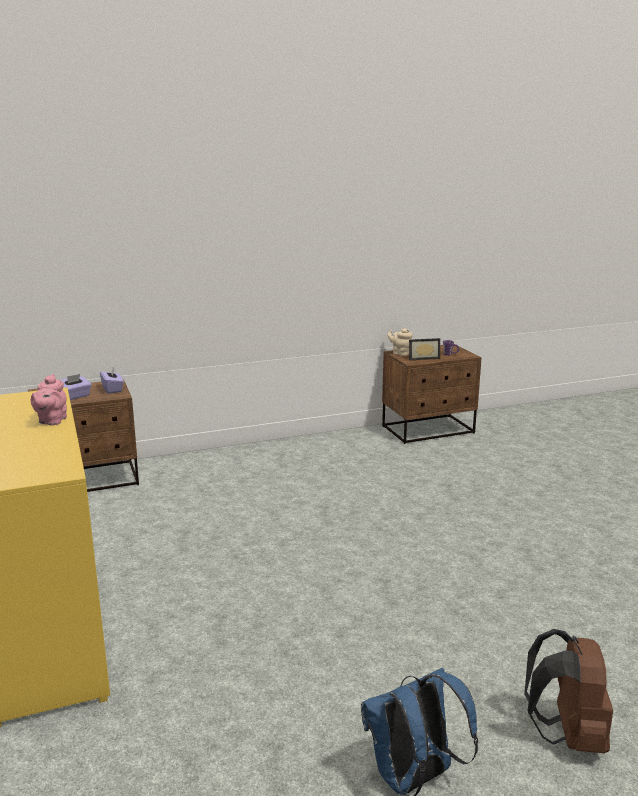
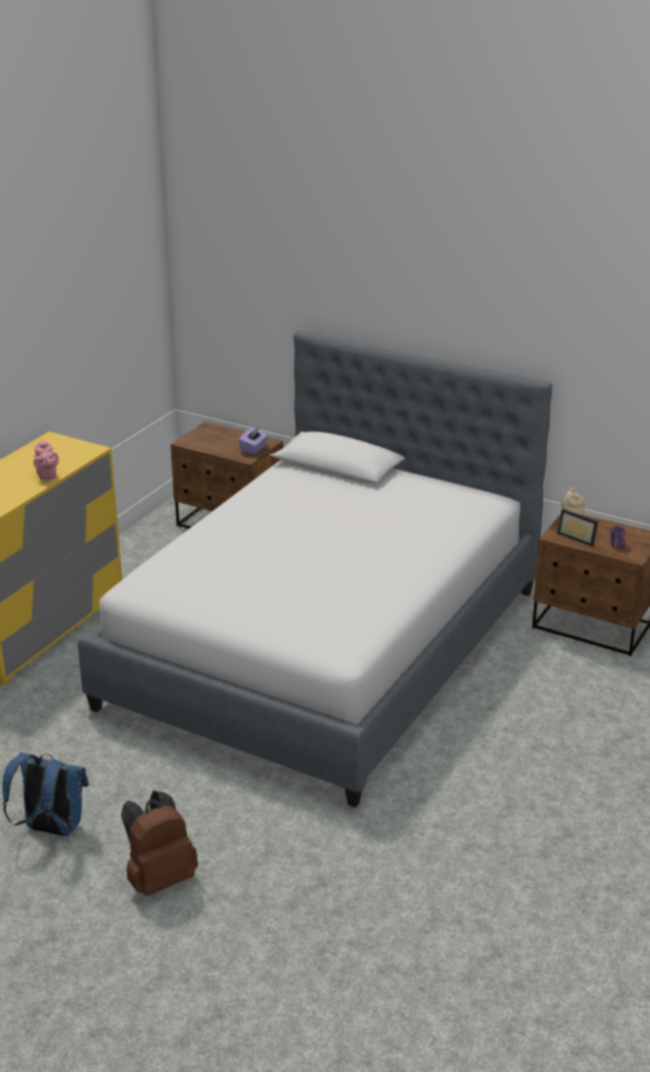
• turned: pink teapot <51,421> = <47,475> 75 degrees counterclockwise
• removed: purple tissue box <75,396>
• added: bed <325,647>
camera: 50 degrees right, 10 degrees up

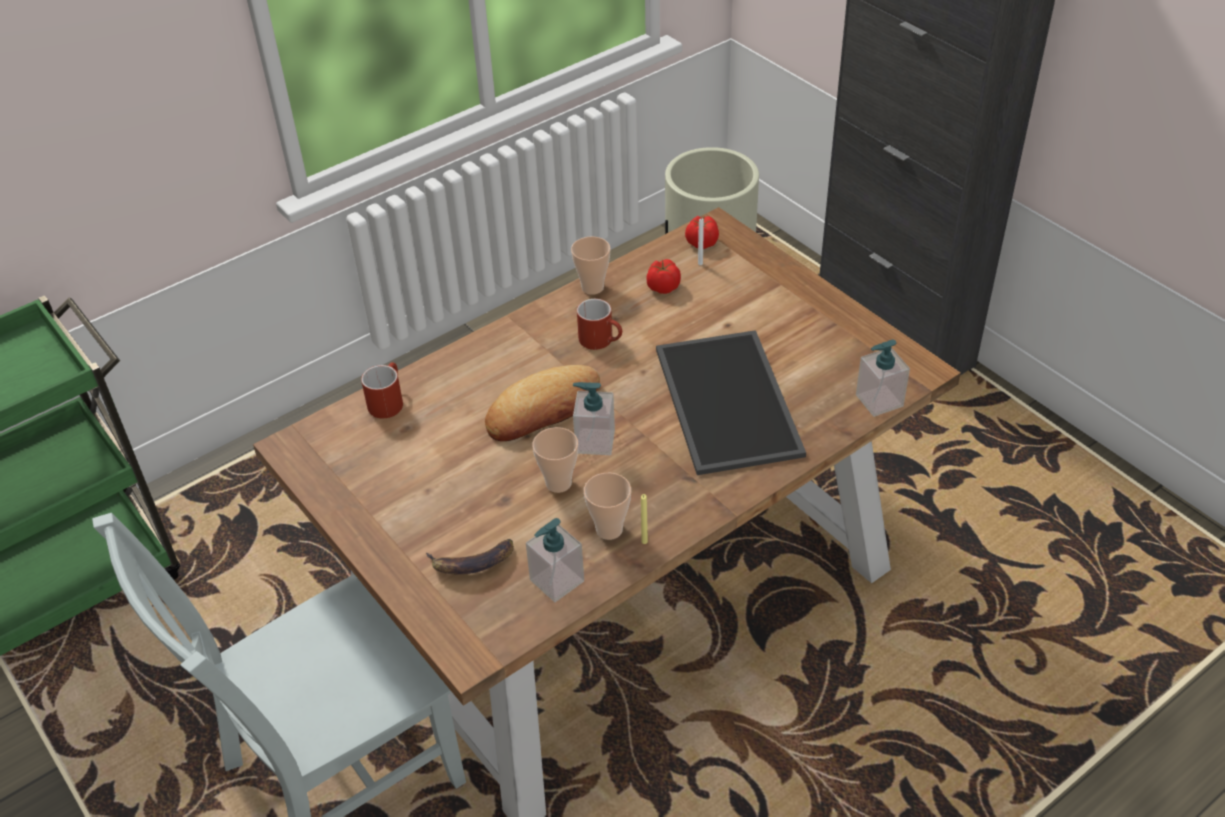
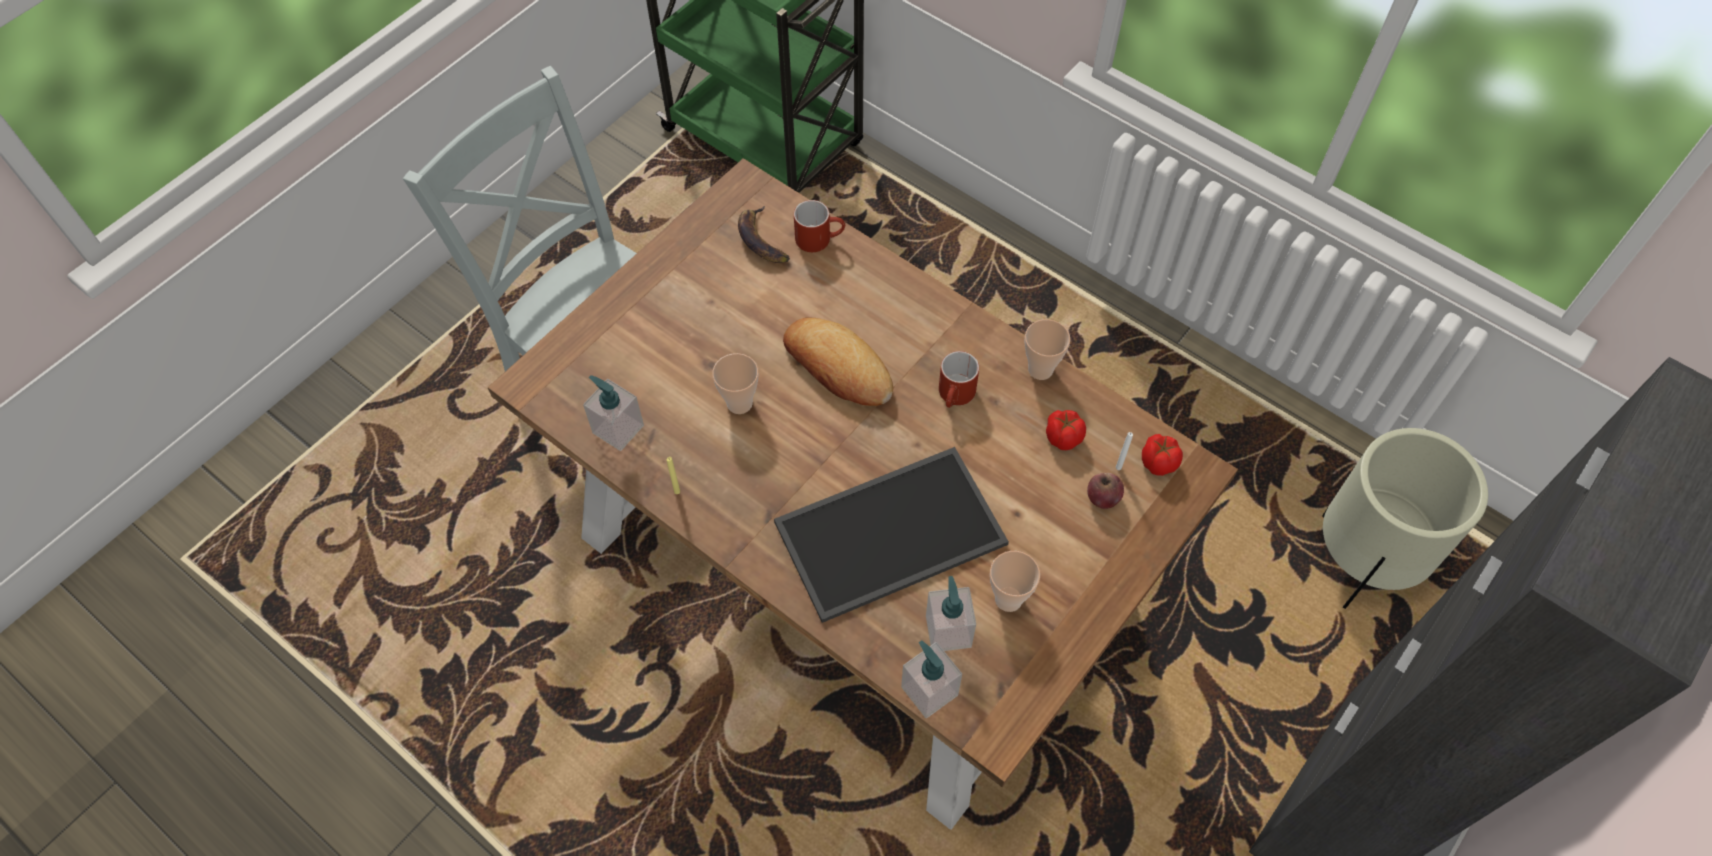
• moved: soap dispenser <595,442> to <948,631>
• moved: cup <609,529> to <1008,599>
• moved: banana <472,563> to <761,240>
• added: apple <1102,498>
camera: 75 degrees right, 15 degrees up

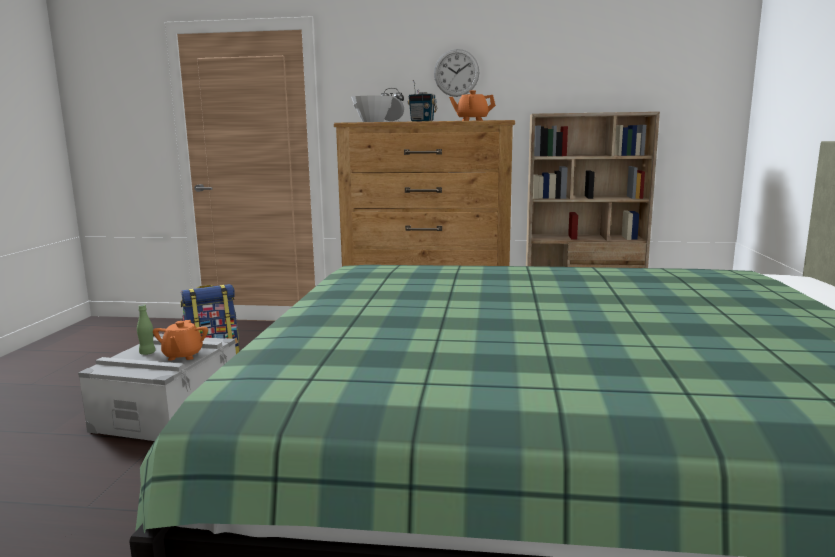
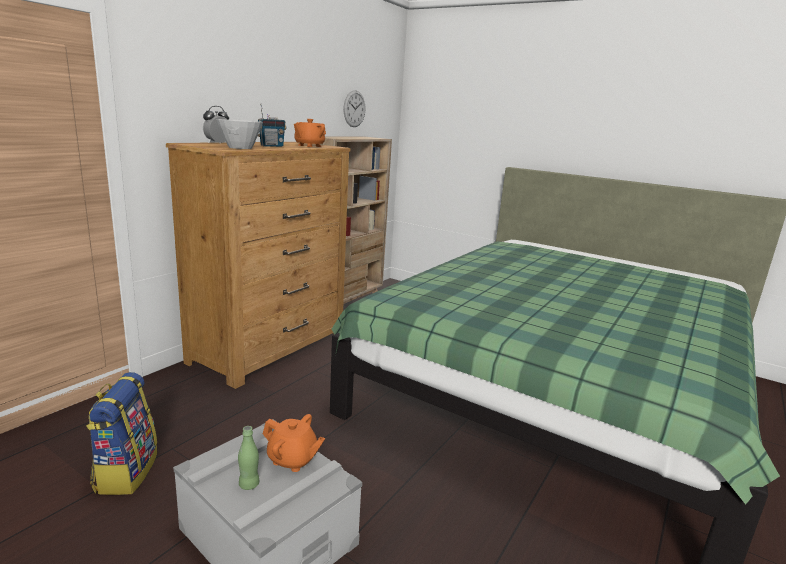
• moved: wall clock <456,73> to <354,108>
camera: 65 degrees left, 5 degrees up

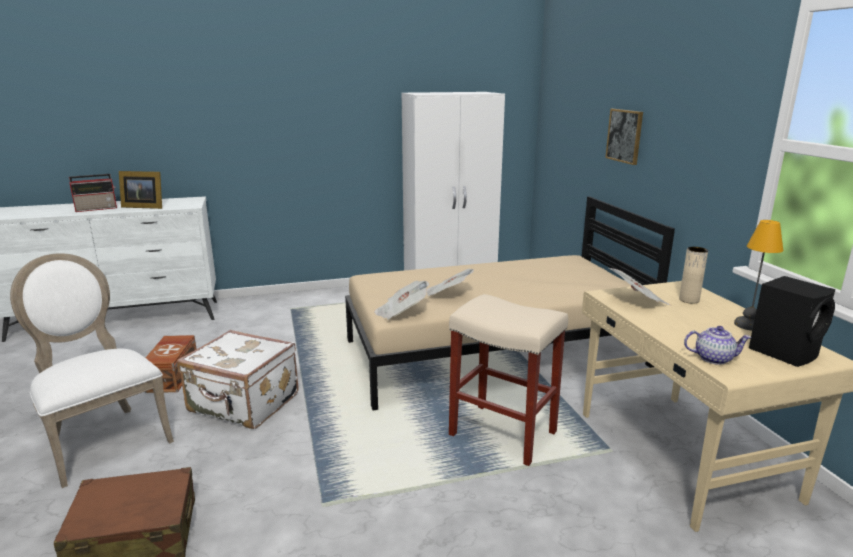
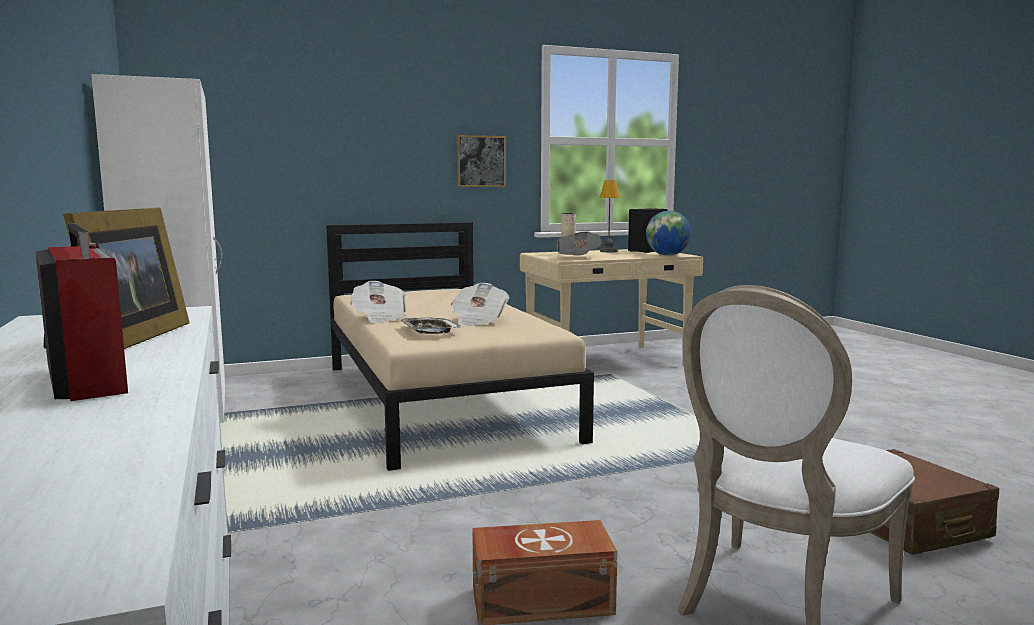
• moved: picture <624,136> to <481,161>
• moved: newspaper <401,313> to <379,318>
• removed: beige stool <501,433>
• replaced: teapot <713,358> to globe <667,255>
• removed: white suitcase <243,404>
• added: tray <428,330>
camera: 95 degrees left, 10 degrees down

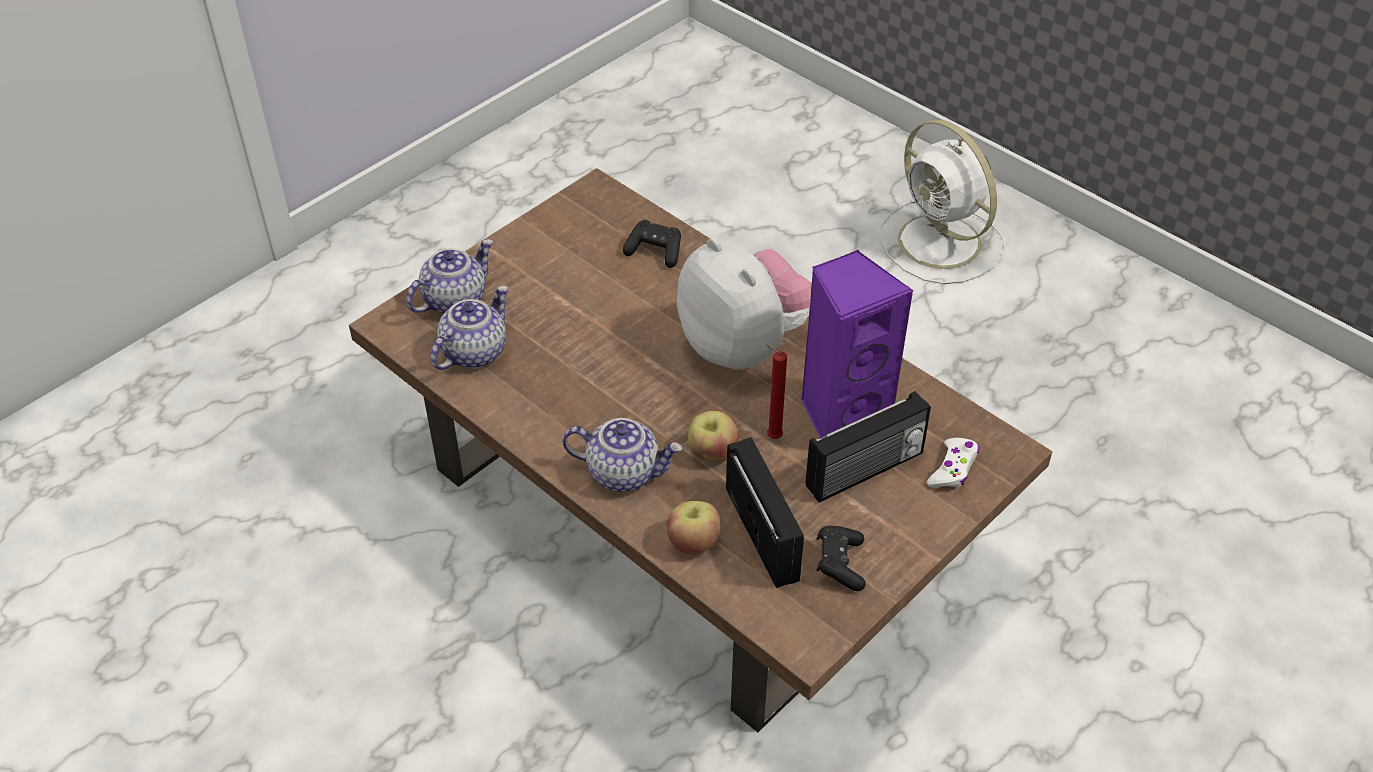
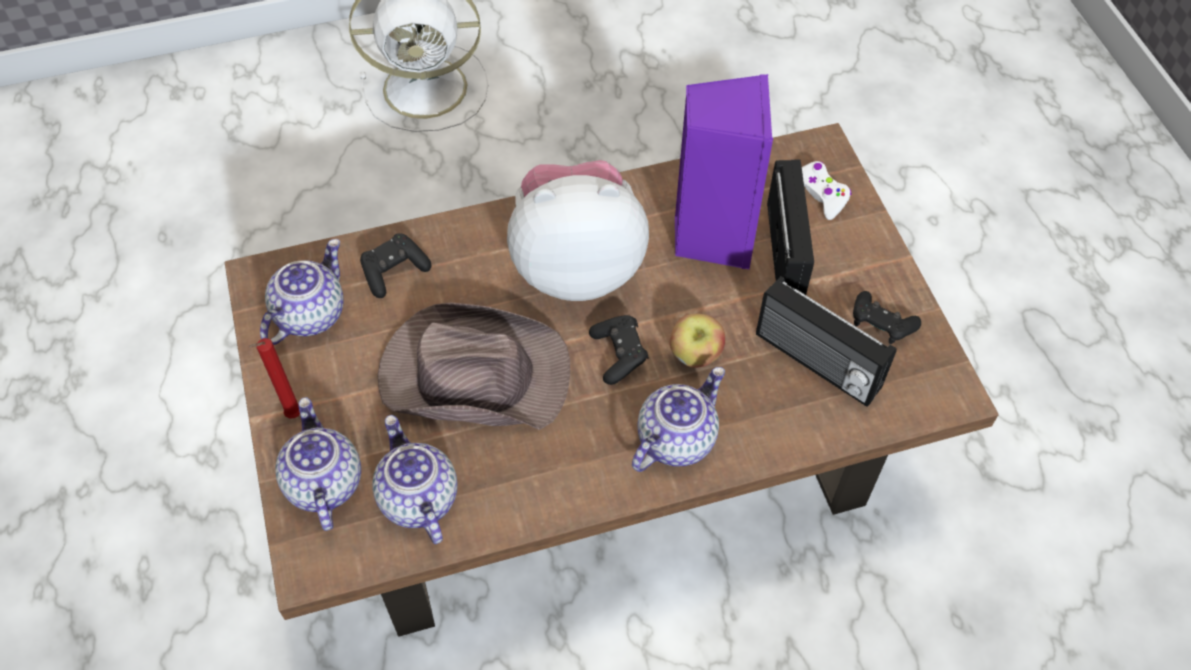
• moved: red candle <772,437> to <291,416>
• turned: radio <764,534> = <816,363> 150 degrees counterclockwise
• removed: apple <693,542>
• added: teapot <309,313>
• added: brown hat <472,374>
• added: black game controller <619,354>
camera: 60 degrees left, 10 degrees up

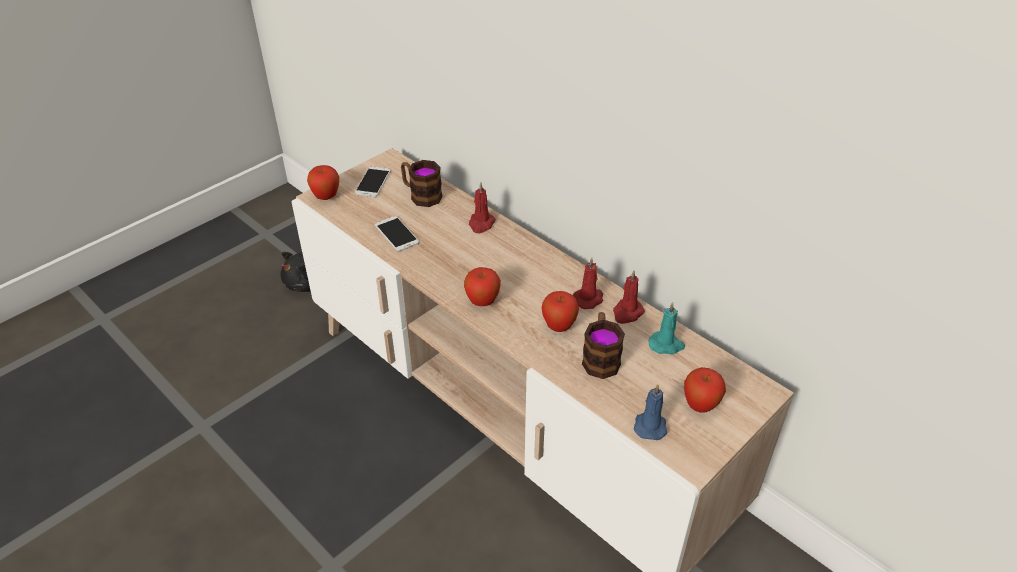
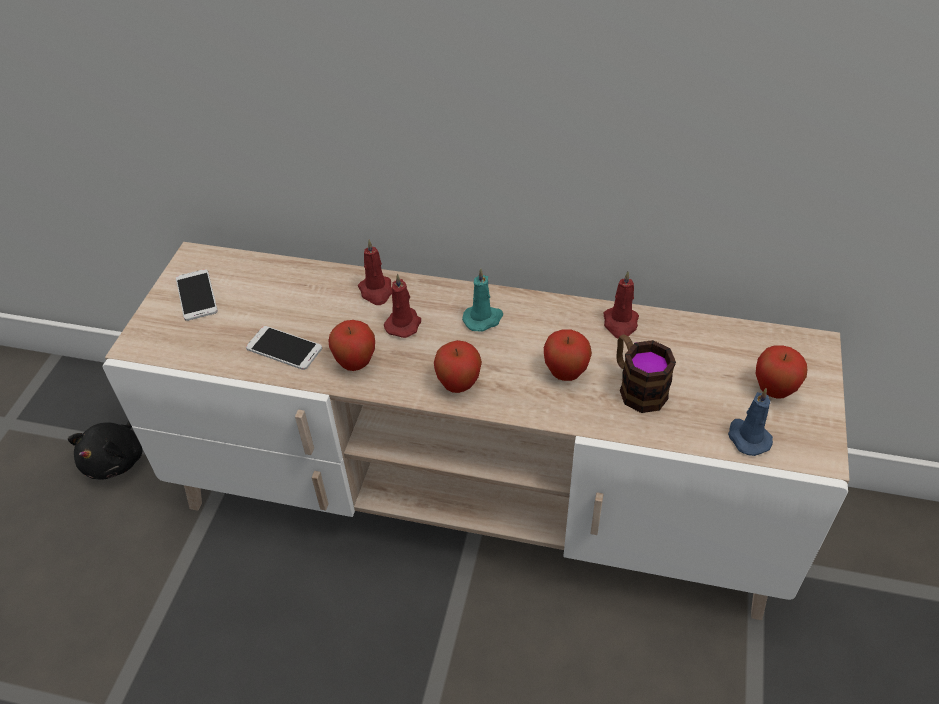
• removed: mug <421,195>
• moved: apple <326,197> to <355,363>
• moved: red candle <589,299> to <404,323>
• moved: turquoise candle <666,345> to <483,319>
camera: 30 degrees left, 5 degrees up

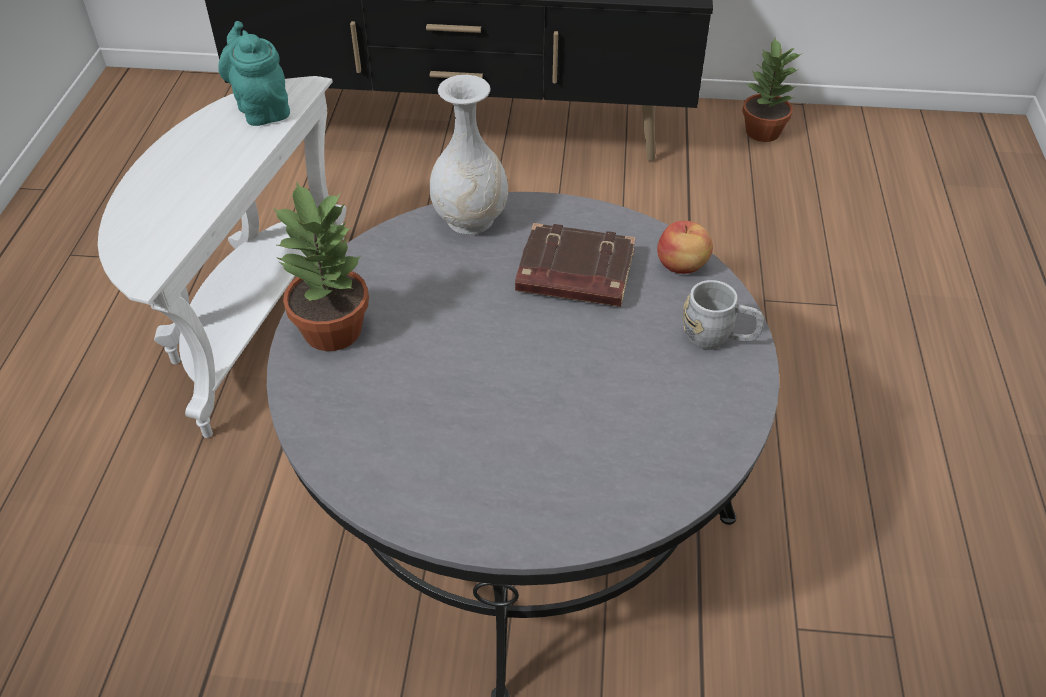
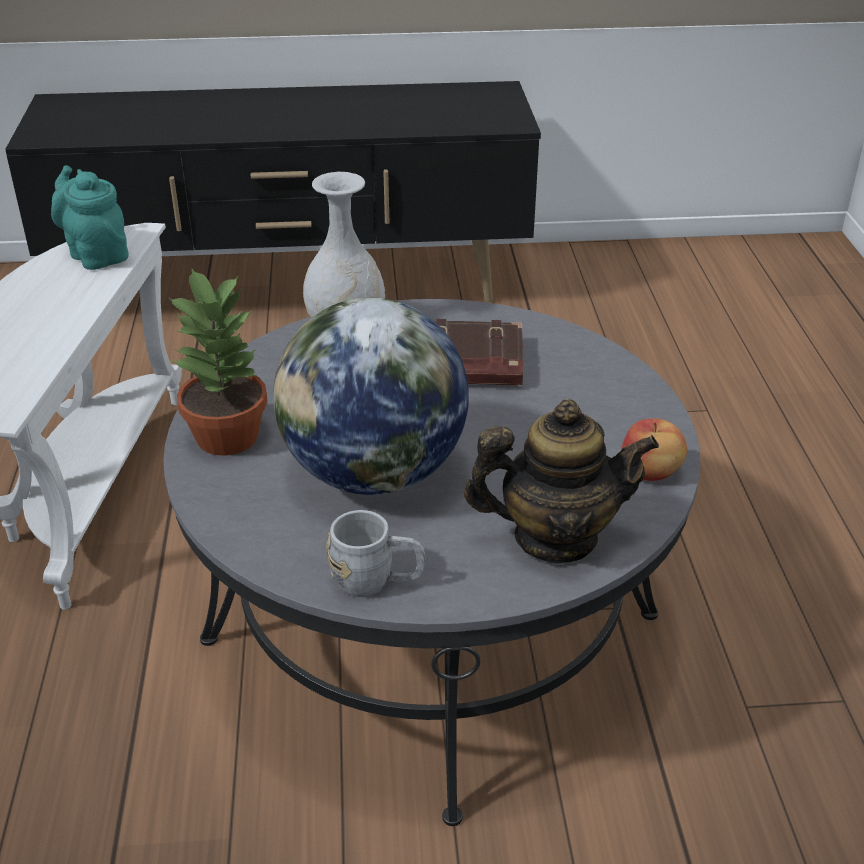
• removed: potted plant <762,132>
• moved: apple <682,266> to <651,472>
• moved: grey mug <718,339> to <376,582>
• added: globe <374,474>
• added: teapot <555,537>
camera: 10 degrees left, 10 degrees down

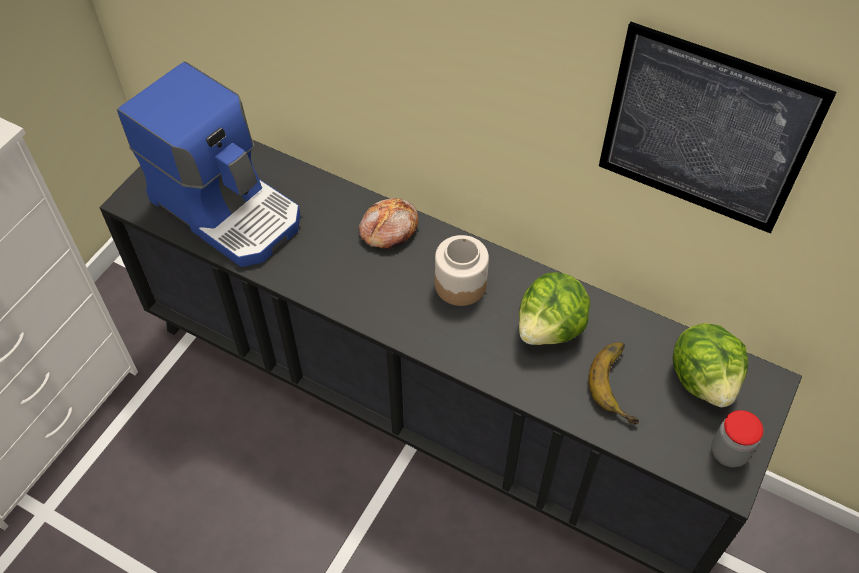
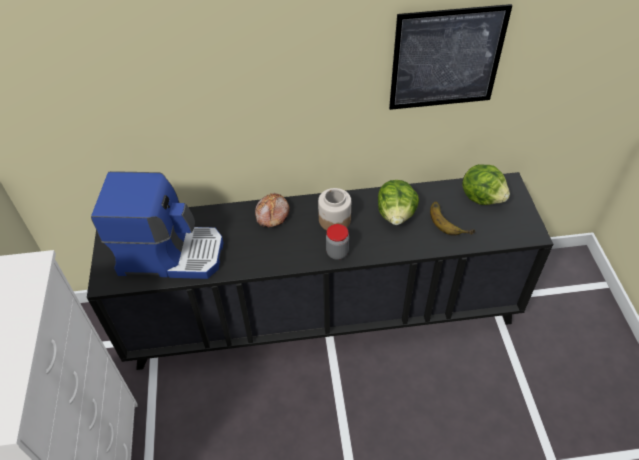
• moved: jar <729,452> to <337,252>
camera: 35 degrees left, 5 degrees down

